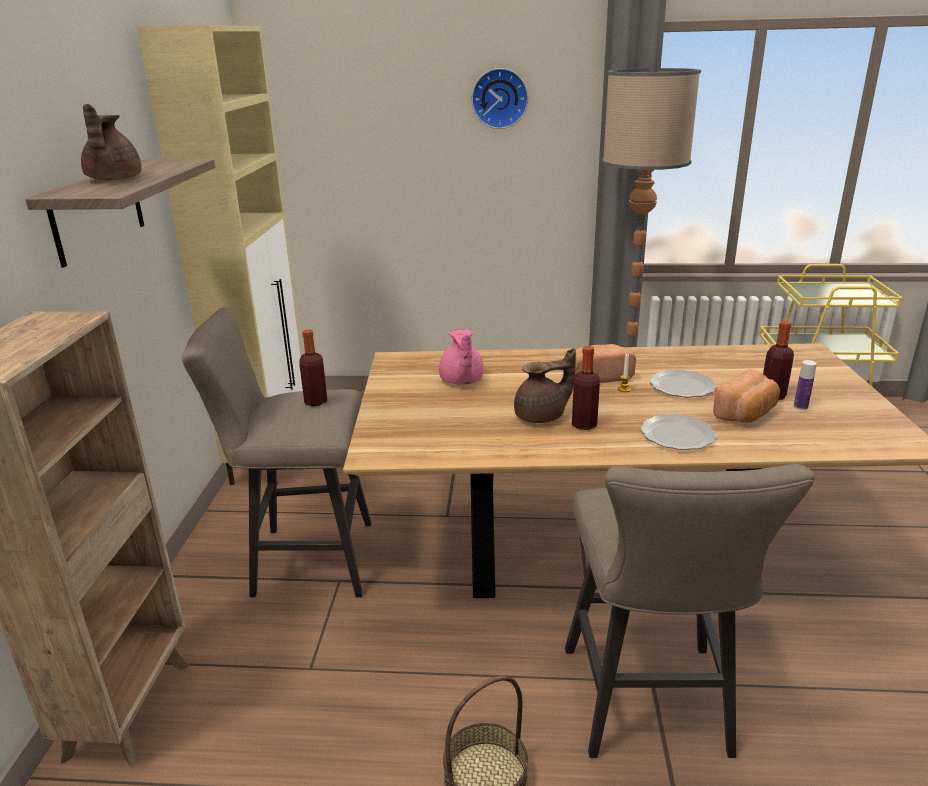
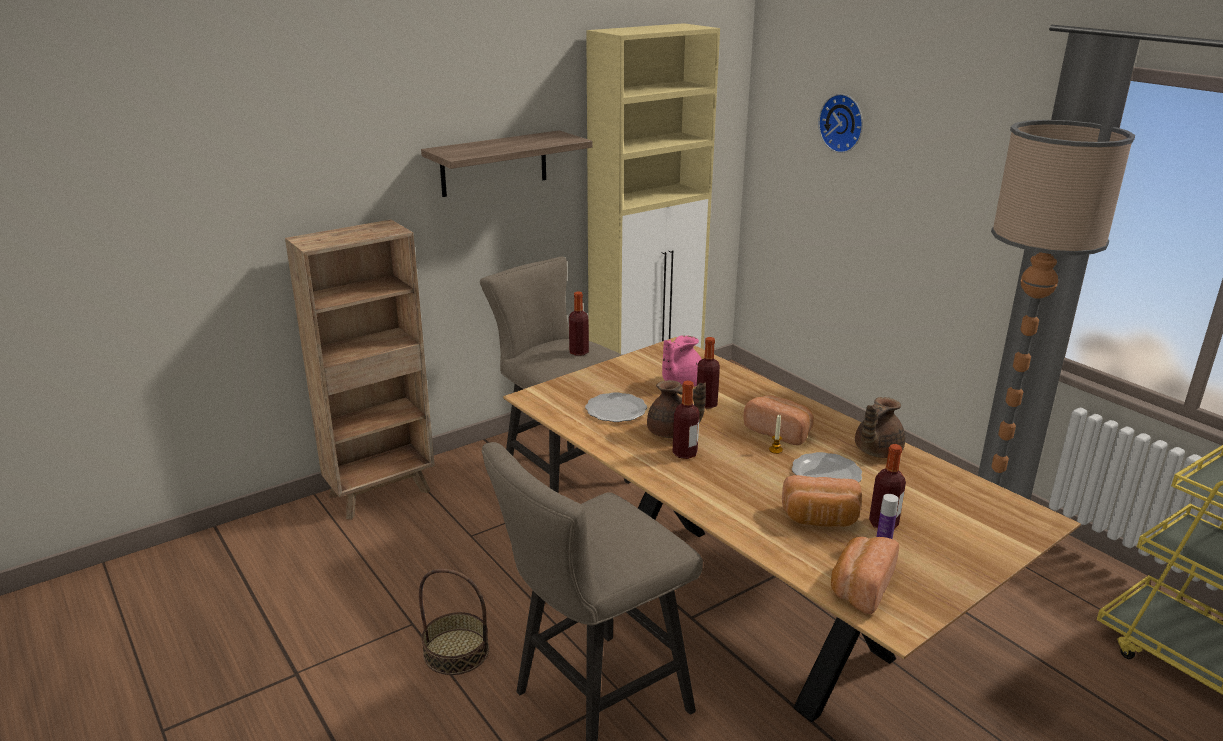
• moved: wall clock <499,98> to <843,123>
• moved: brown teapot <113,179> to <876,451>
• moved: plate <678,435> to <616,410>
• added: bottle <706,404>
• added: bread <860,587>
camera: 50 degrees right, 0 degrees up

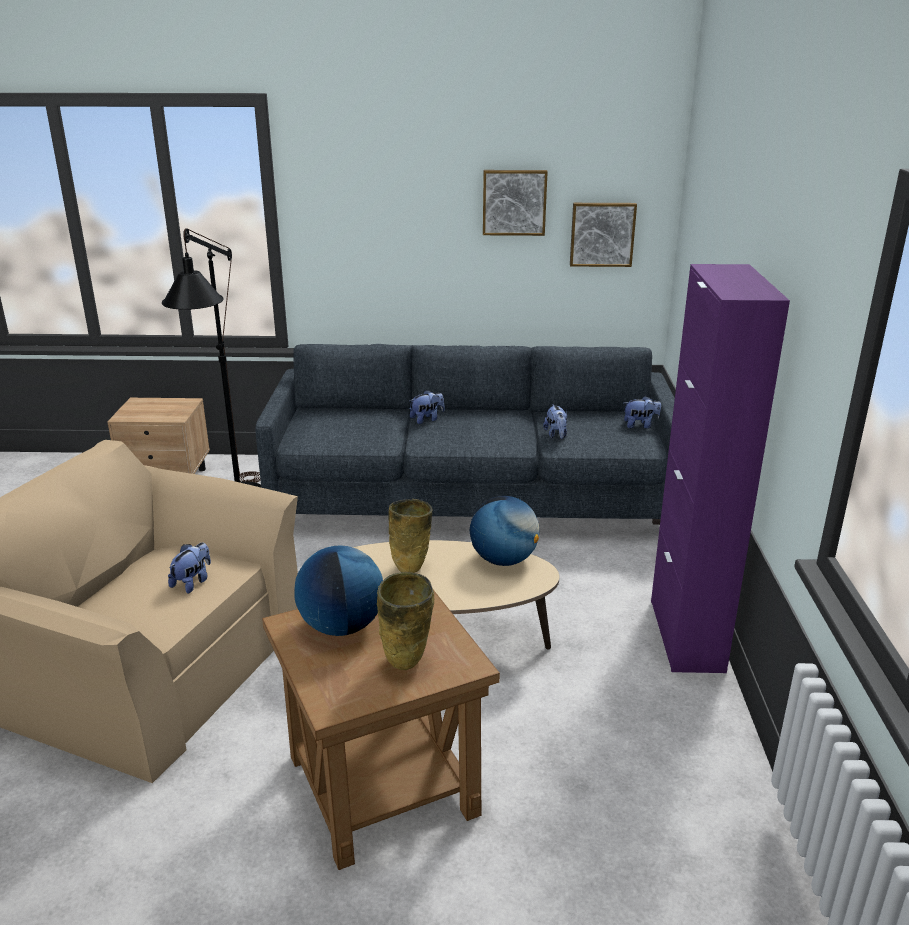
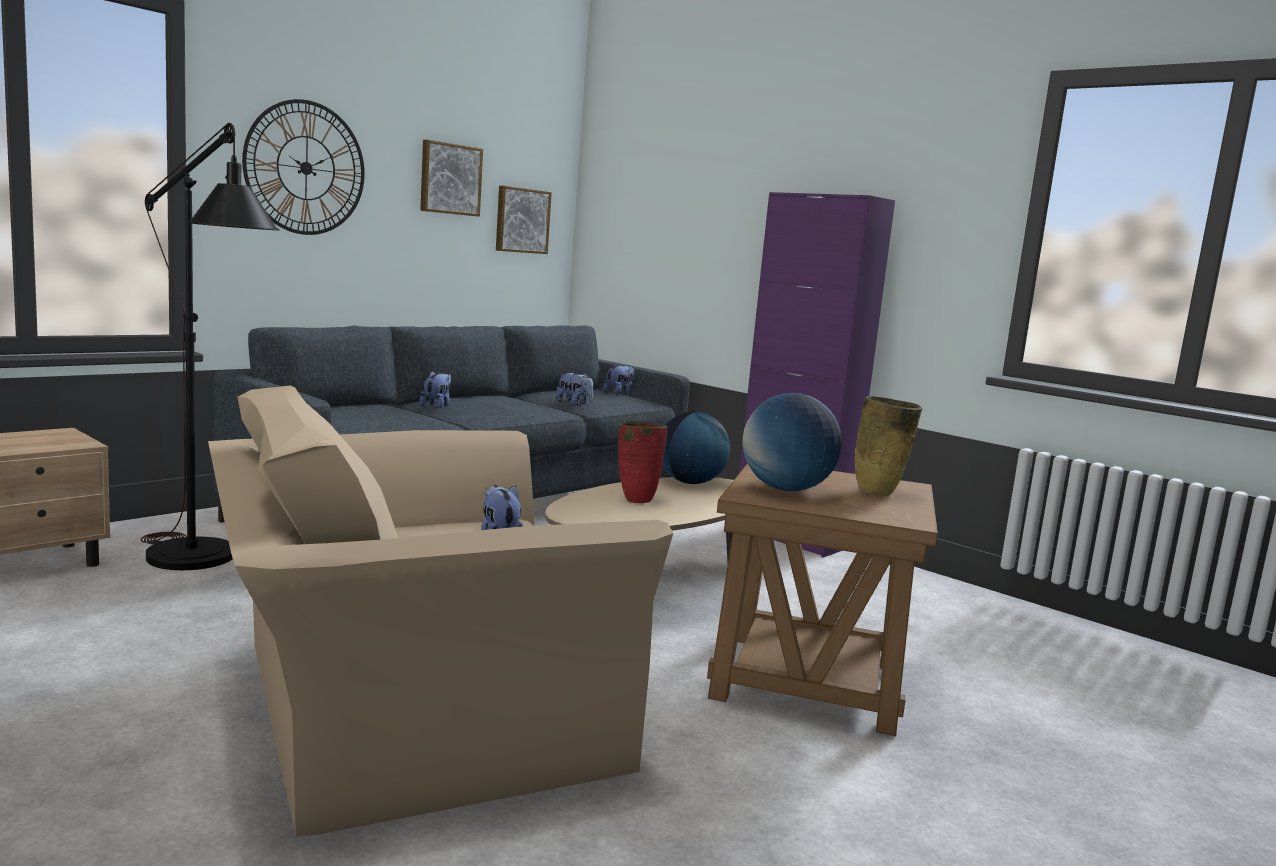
• recoloured: beige vase <412,567> to red vase <638,500>
• added: wall clock <306,168>
camera: 50 degrees left, 15 degrees down

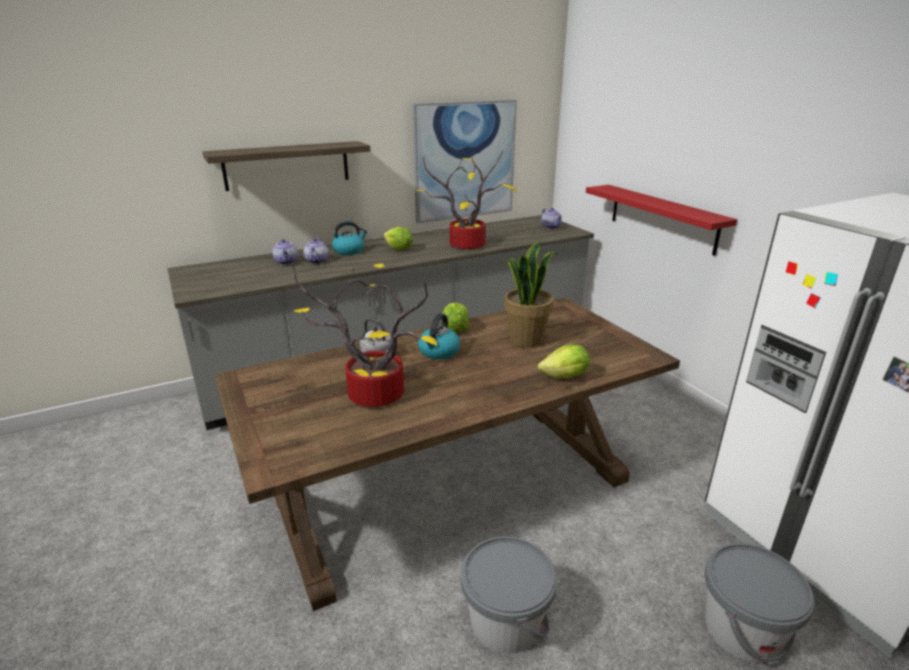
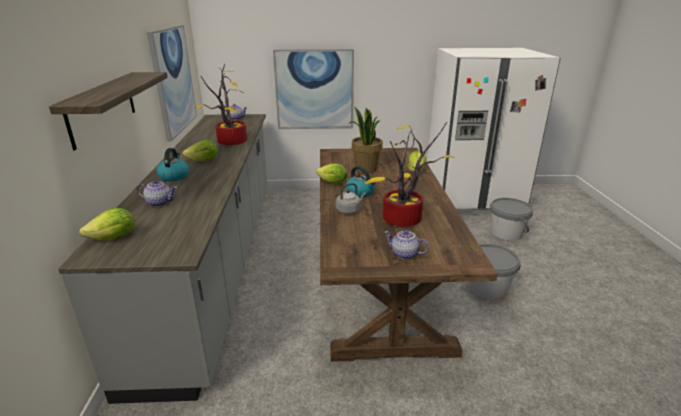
• replaced: red shelf <662,218> to picture <314,90>
• moved: teapot <316,261> to <404,254>
• added: lettuce <114,238>
camera: 65 degrees left, 0 degrees up

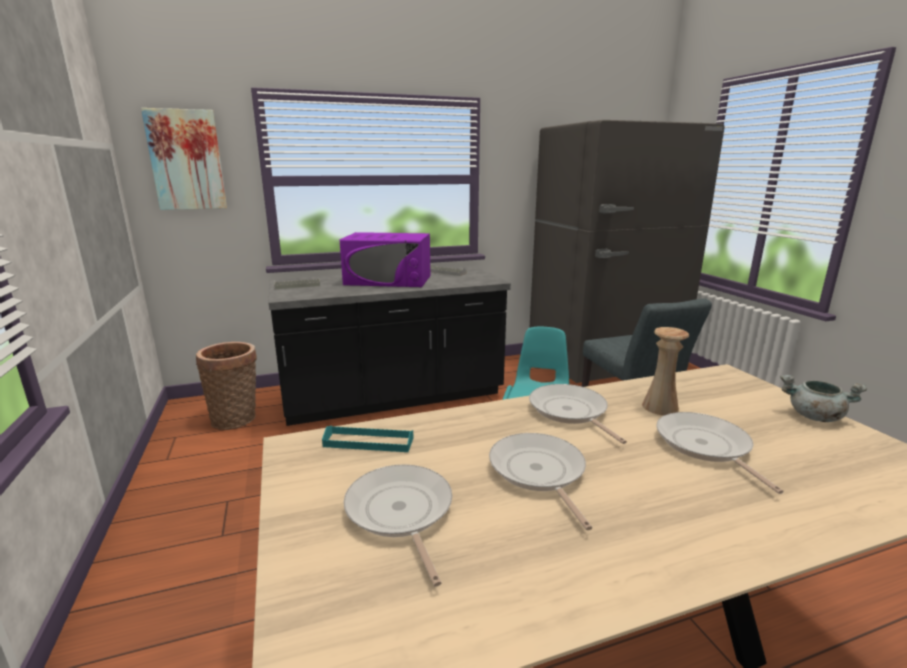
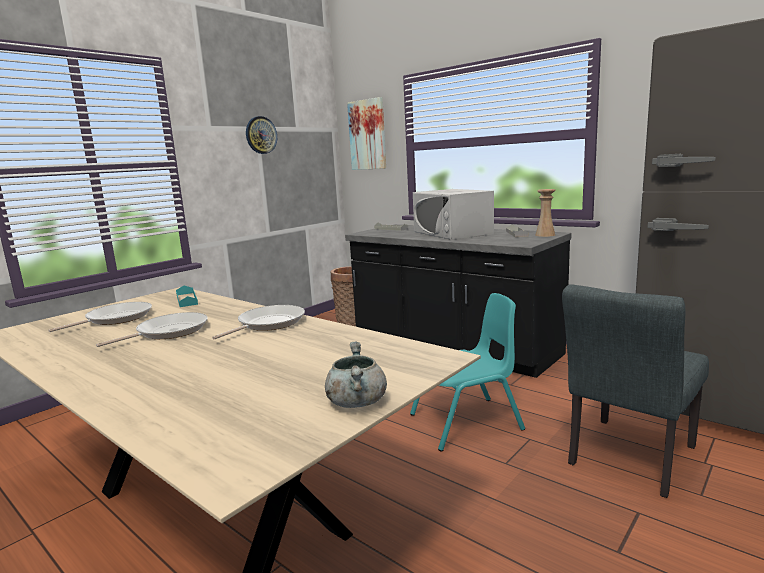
• recoloured: purple microwave <388,280> to white microwave <452,233>
• moved: beige vase <660,407> to <545,235>
• removed: frying pan <705,446>
• added: wall clock <261,135>
camera: 60 degrees right, 5 degrees down

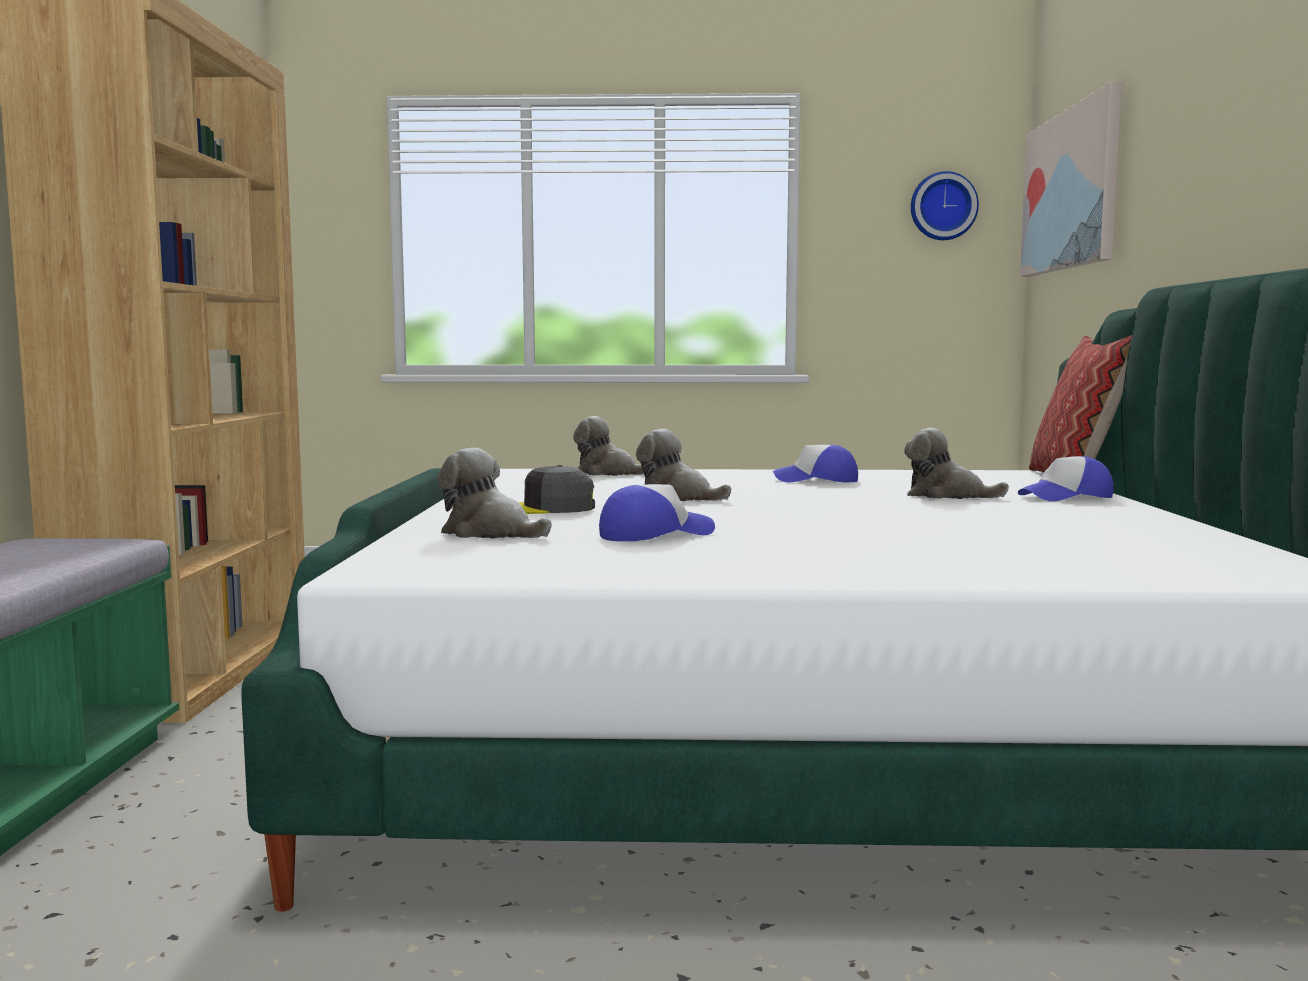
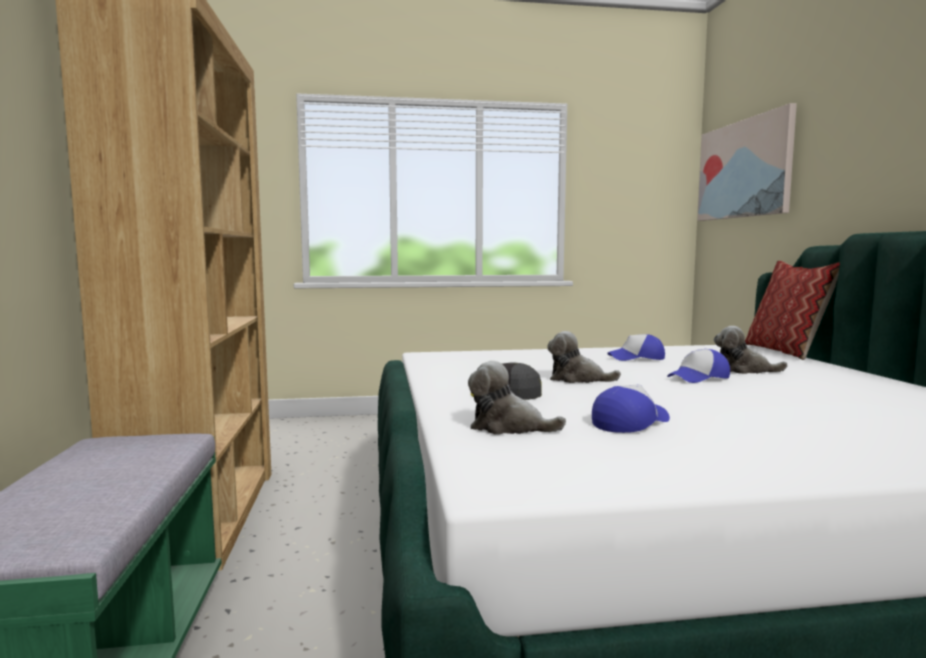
• removed: wall clock <942,206>
• removed: plush toy <608,473>
• moved: cap <1066,497> to <699,378>
camera: 10 degrees left, 0 degrees up

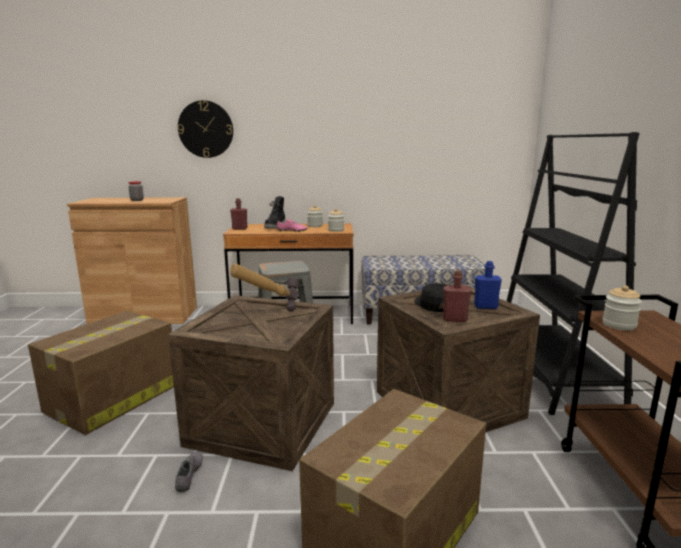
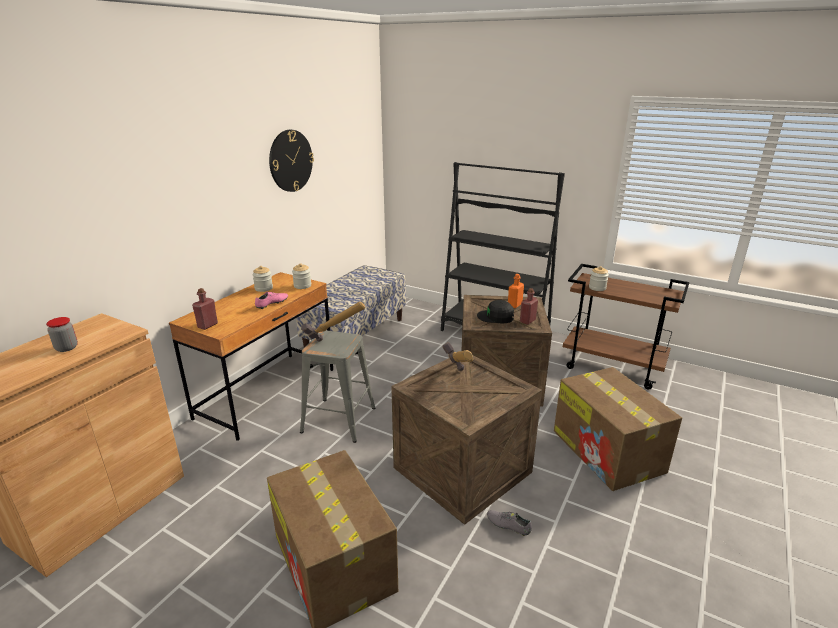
• moved: wall clock <205,129> to <290,161>
• removed: black boot <276,227>
• recoloured: blue bottle <485,306> to orange bottle <514,305>
• added: hammer <335,344>
camera: 60 degrees left, 10 degrees up

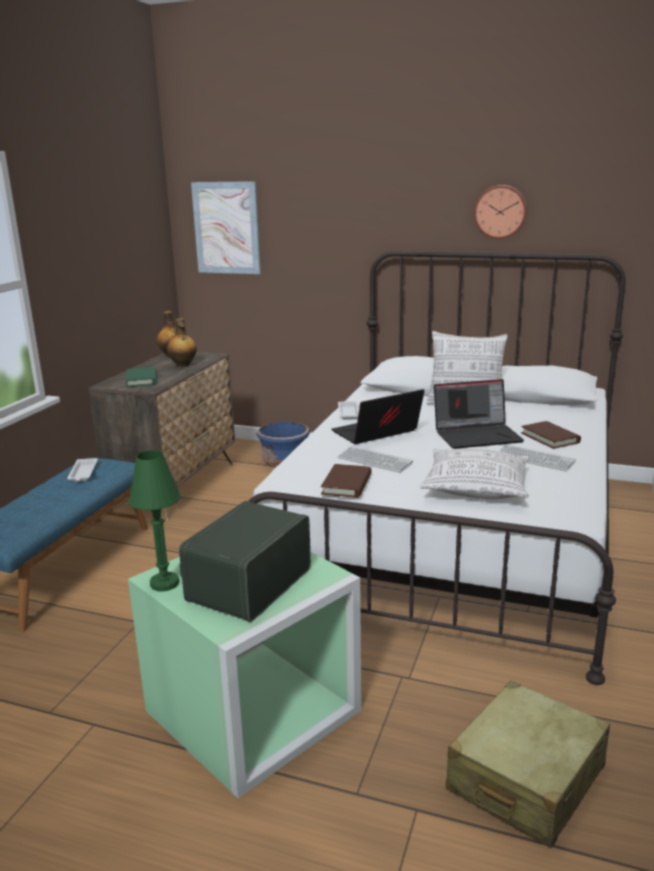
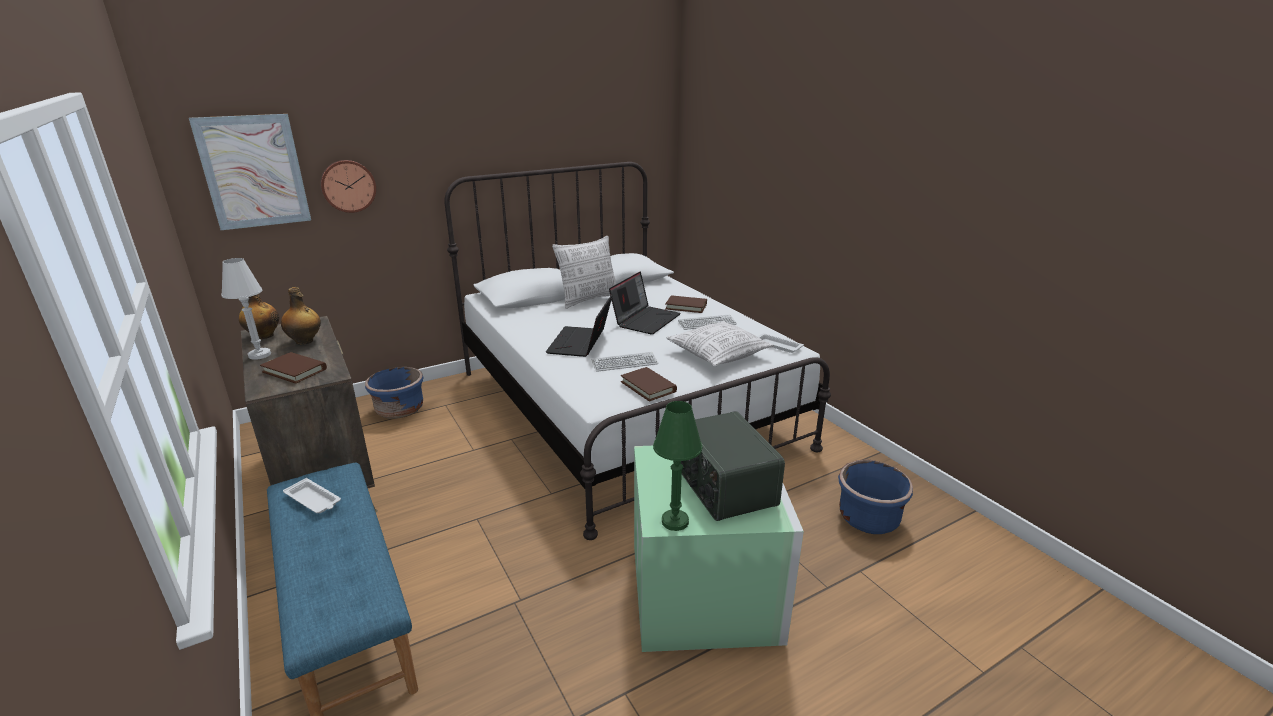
• moved: wall clock <500,212> to <348,186>
• recoloured: green book <141,380> to brown book <294,370>
• moved: white tray <349,412> to <777,345>
• replaced: beige suitcase <525,779> to blue planter <868,518>
• added: white table lamp <259,355>
camera: 50 degrees left, 5 degrees up

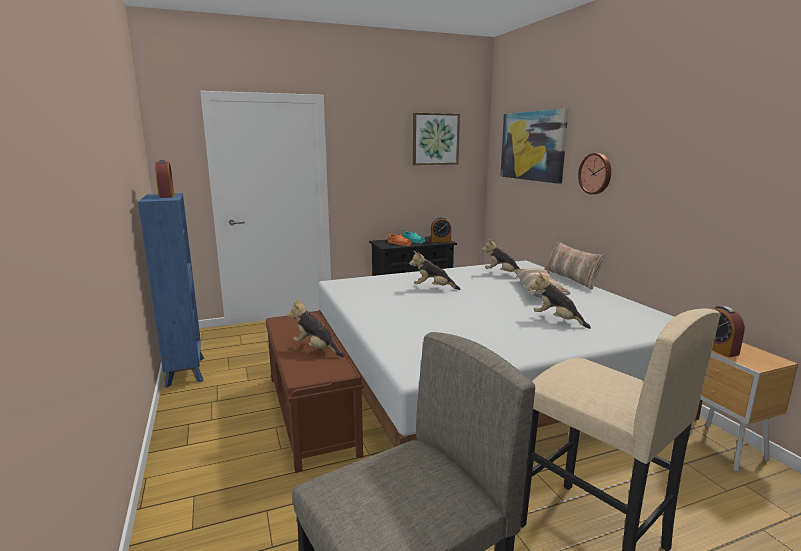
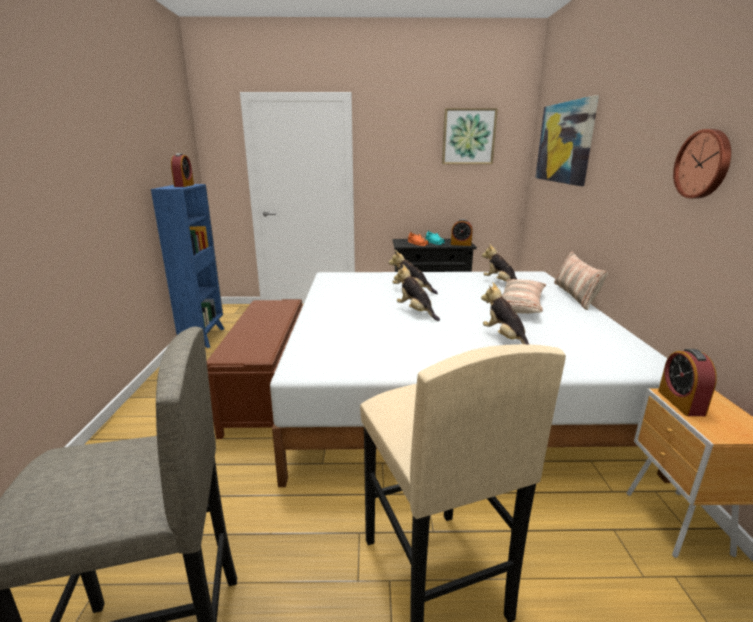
• moved: wall clock <596,173> to <704,164>
• moved: plush toy <316,349> to <415,312>
camera: 20 degrees right, 5 degrees up

